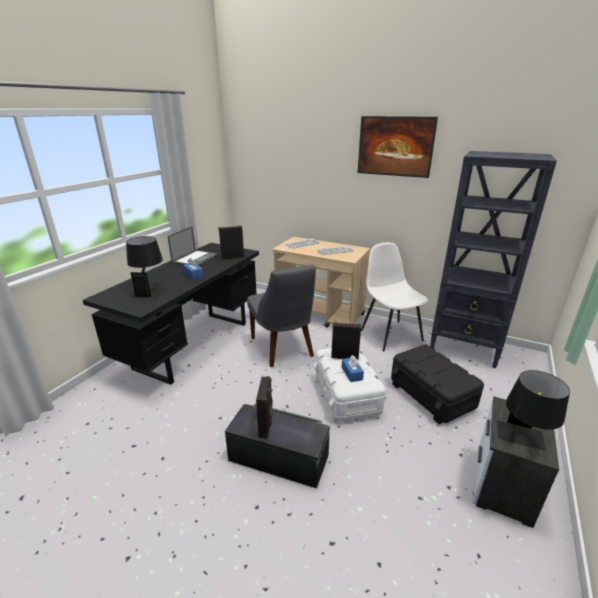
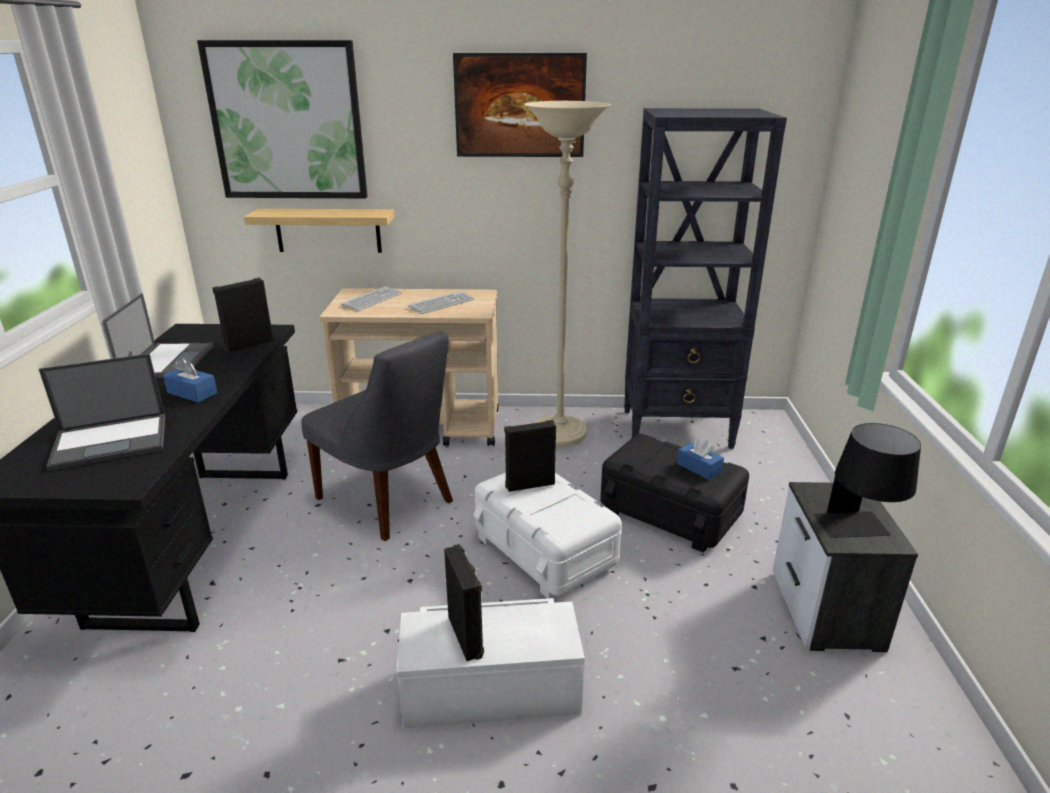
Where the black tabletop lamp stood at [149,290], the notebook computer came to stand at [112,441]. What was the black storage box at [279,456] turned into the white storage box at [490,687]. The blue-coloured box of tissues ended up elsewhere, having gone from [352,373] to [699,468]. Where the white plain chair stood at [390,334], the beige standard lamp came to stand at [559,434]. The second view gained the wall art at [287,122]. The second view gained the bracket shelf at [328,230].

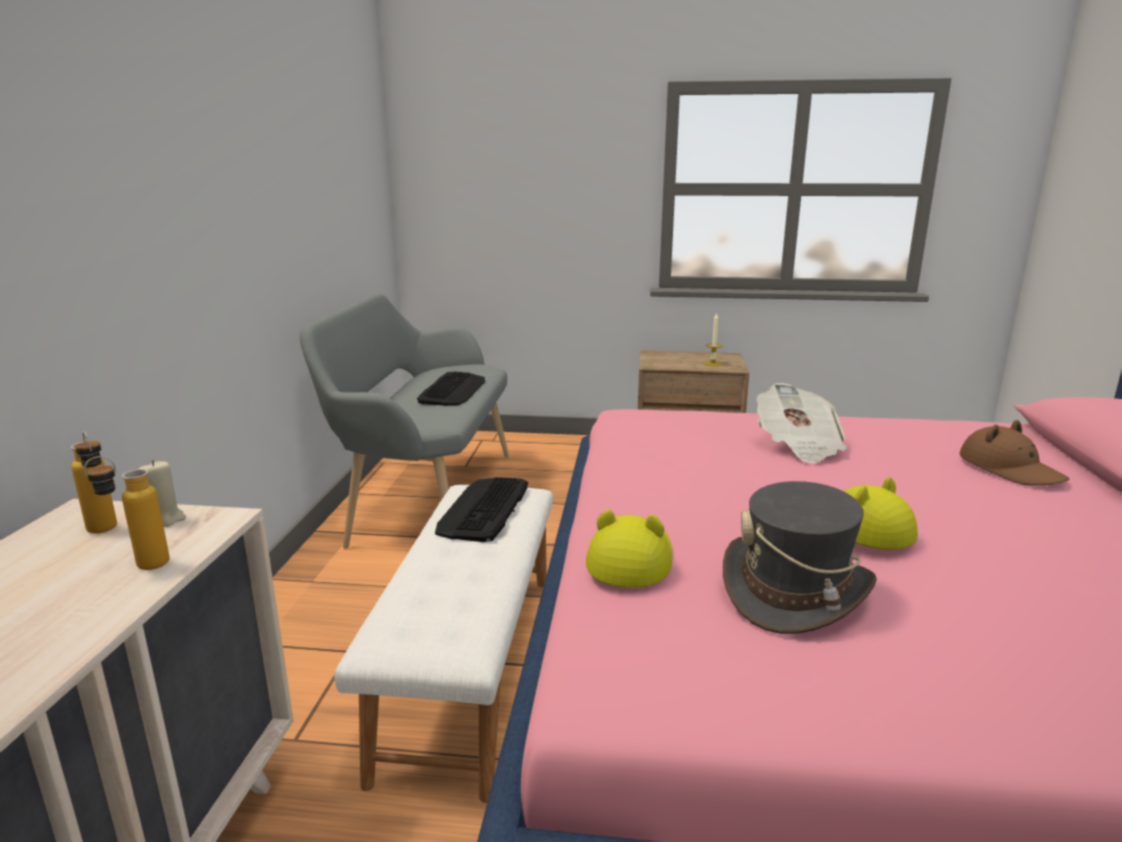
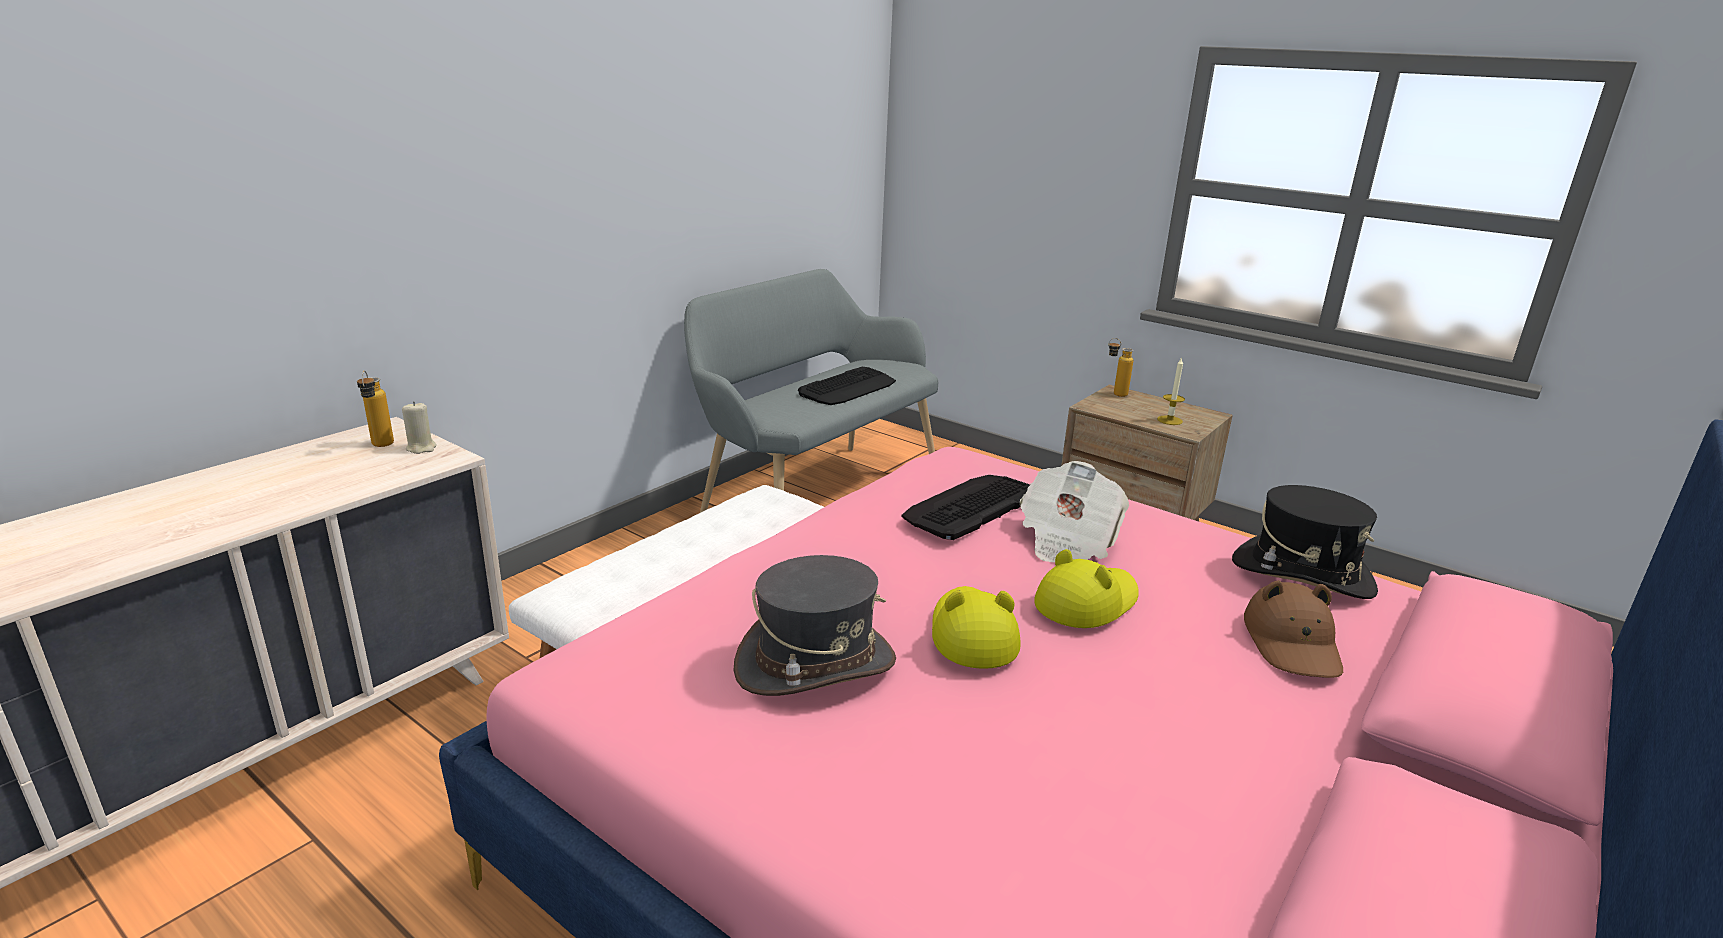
The bottle ended up elsewhere, having gone from [139,566] to [1114,394]. The computer keyboard ended up elsewhere, having gone from [484,509] to [970,507]. The yellow wearable hat ended up elsewhere, having gone from [630,558] to [1086,602]. The second view gained the black wearable hat at [1302,574].

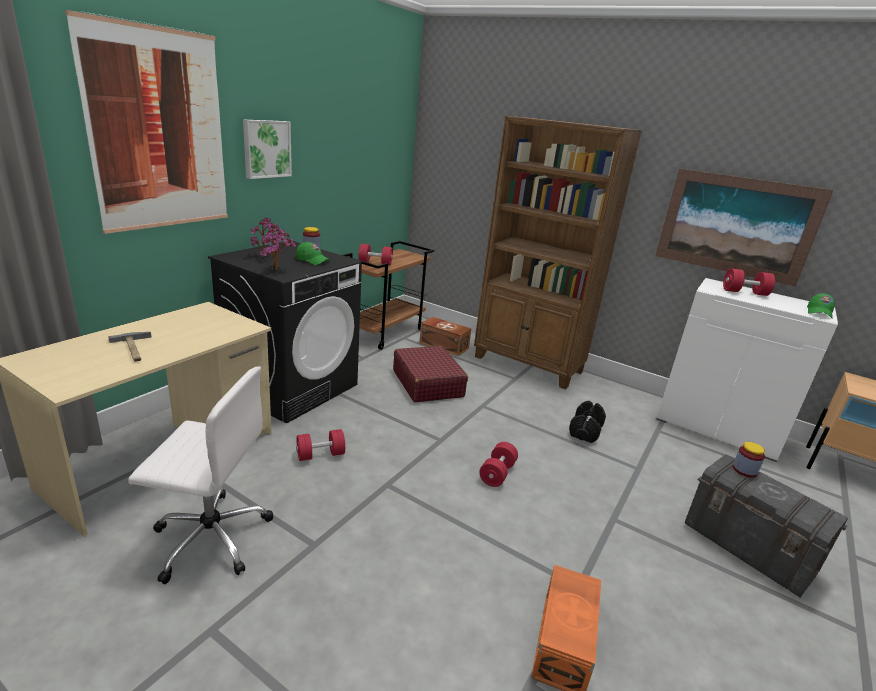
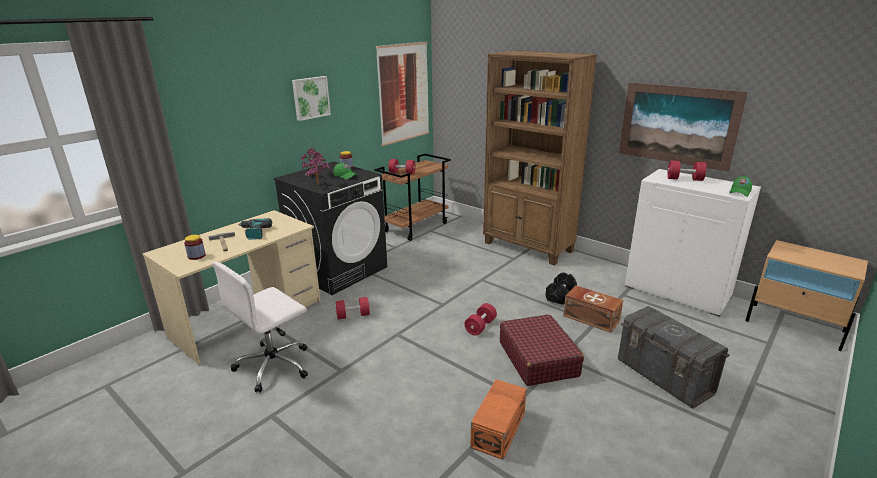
The wall art ended up elsewhere, having gone from [159,130] to [404,92]. The white desk chair at [210,537] ended up facing another way, 120 degrees clockwise from before. The red suitcase ended up elsewhere, having gone from [427,383] to [538,359]. The brown storage box ended up elsewhere, having gone from [443,345] to [590,318]. The preserve jar ended up elsewhere, having gone from [744,470] to [196,256]. The second view gained the electric drill at [254,233].

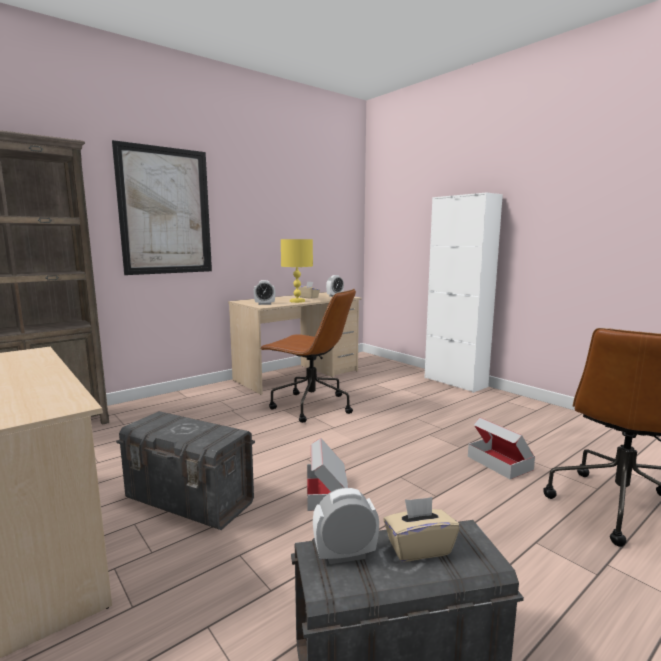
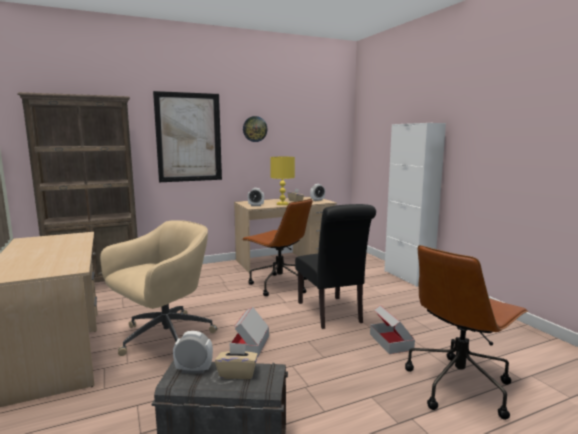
Where the grey storage box stood at [190,501], the beige desk chair came to stand at [163,337]. The second view gained the hanging clock at [254,129]. The second view gained the black plain chair at [331,314].

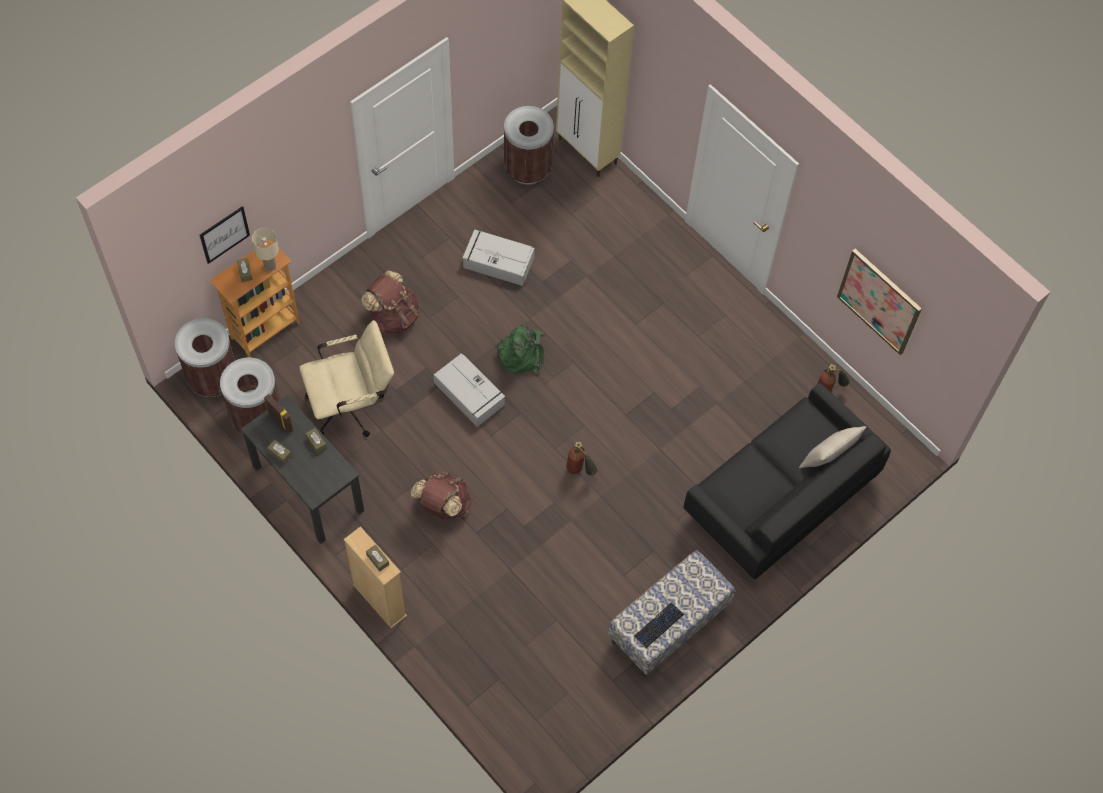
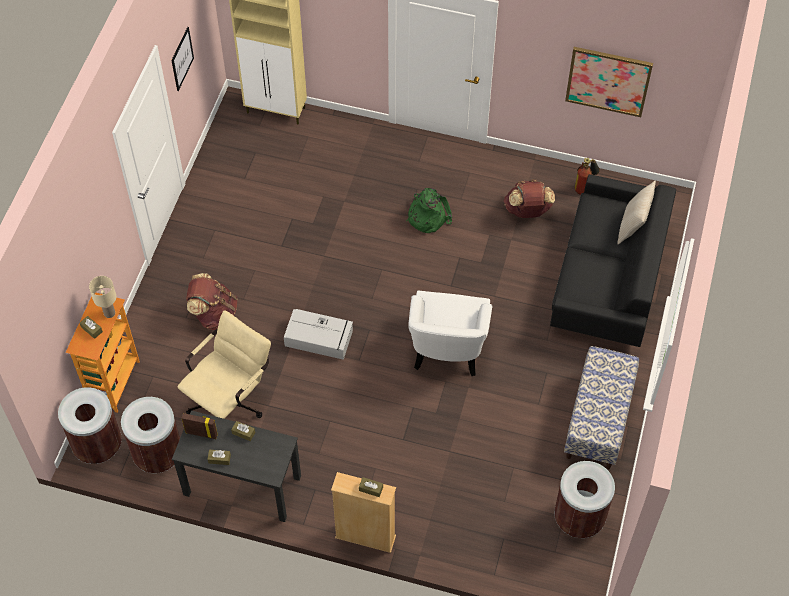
The wall art ended up elsewhere, having gone from [224,234] to [182,59]. The brown rucksack ended up elsewhere, having gone from [443,506] to [527,211]. The second view lost the grey storage box at [497,262]. The green-coloured rucksack ended up elsewhere, having gone from [521,353] to [427,216]. The brown rubbish bin ended up elsewhere, having gone from [527,168] to [579,518]. Where the fire extinguisher stood at [580,471], the white lounge chair came to stand at [447,347]. The second view lost the computer keyboard at [658,626].

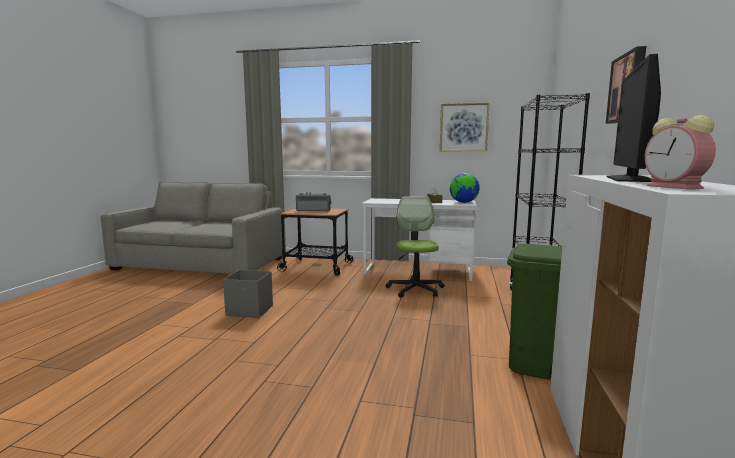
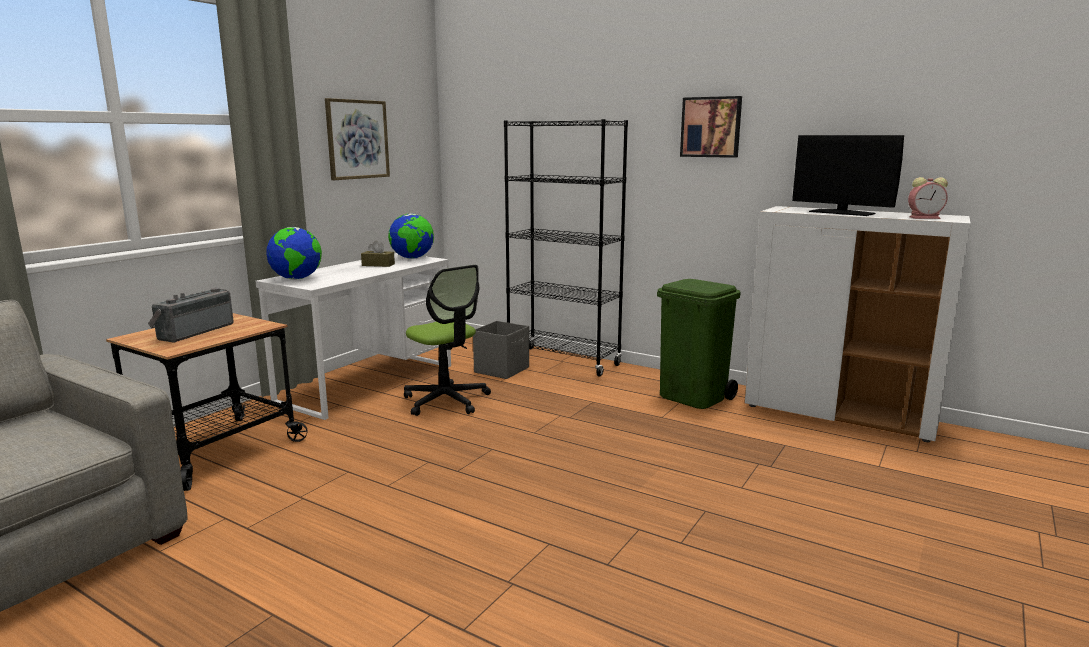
The grey storage box ended up elsewhere, having gone from [250,311] to [502,370]. The desk chair at [415,289] ended up facing another way, 150 degrees counterclockwise from before. The second view gained the desk globe at [297,279].

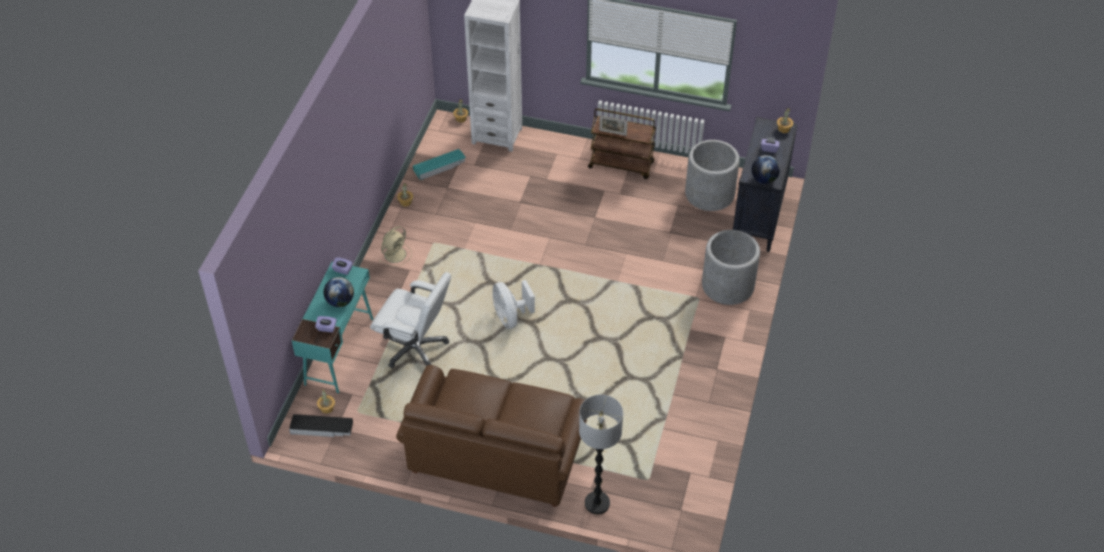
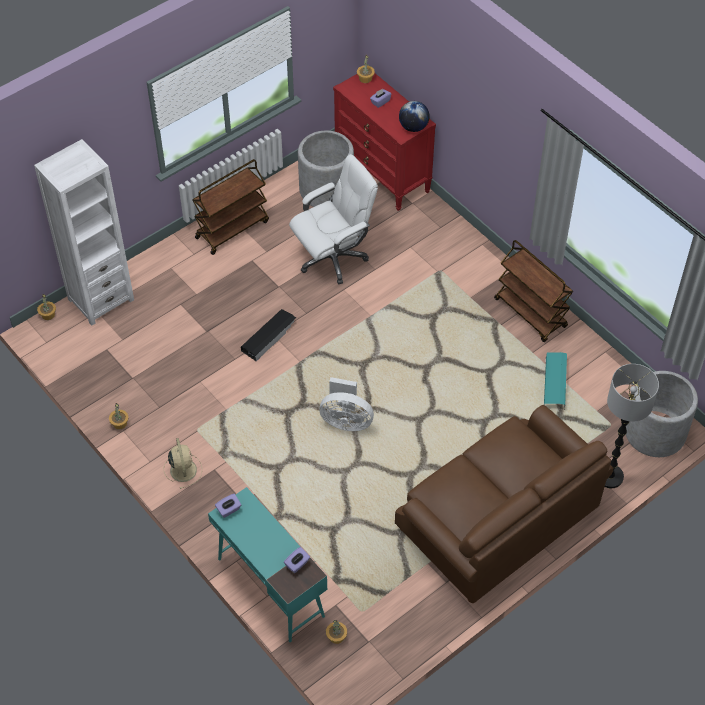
The black storage box ended up elsewhere, having gone from [322,428] to [269,337]. The second view lost the desk globe at [340,302]. The white desk chair ended up elsewhere, having gone from [415,348] to [333,257]. The blue-green storage box ended up elsewhere, having gone from [440,166] to [555,383]. The second view lost the picture frame at [612,133]. The grey plant pot ended up elsewhere, having gone from [728,285] to [655,432]. What was the black chest of drawers at [758,216] turned into the red chest of drawers at [383,173]. The second view gained the brown wheeled cart at [531,313].

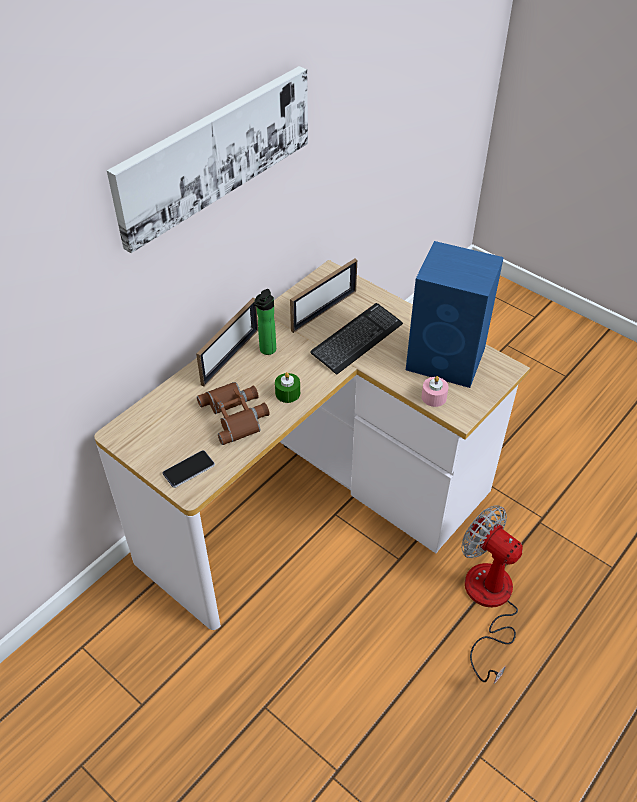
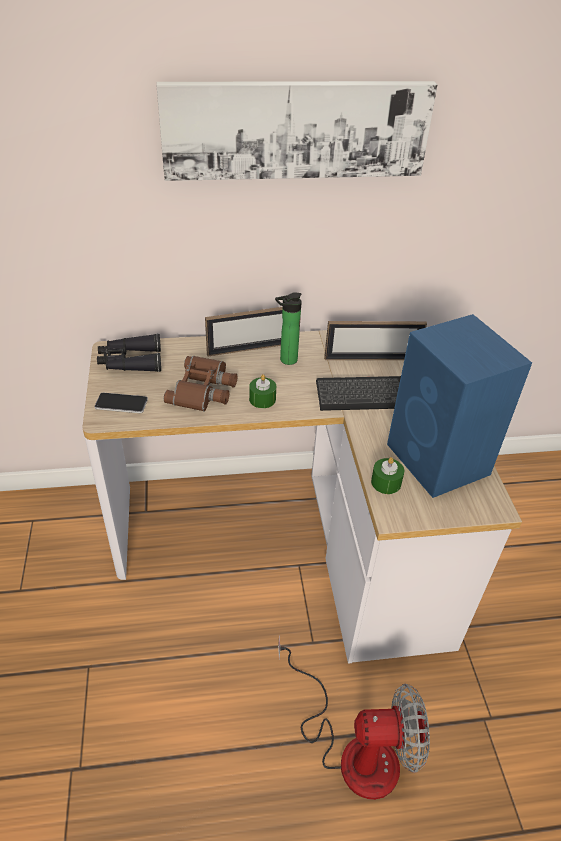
What was the pinkish wax light at [434,397] turned into the green-coloured wax light at [386,482]. The fan at [488,602] ended up facing another way, 90 degrees clockwise from before. The second view gained the black field glasses at [130,361].

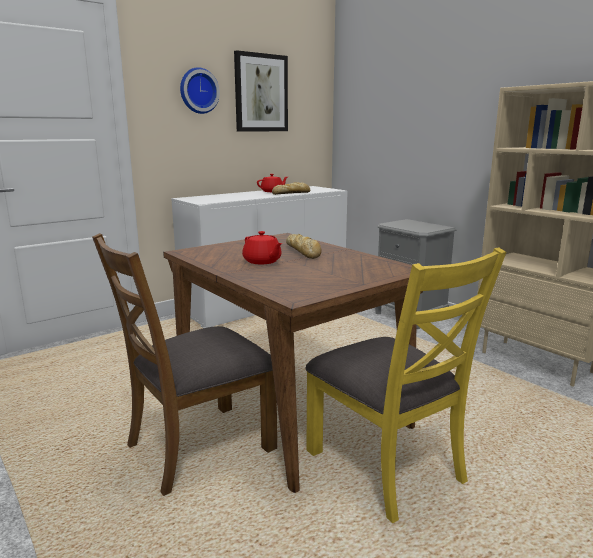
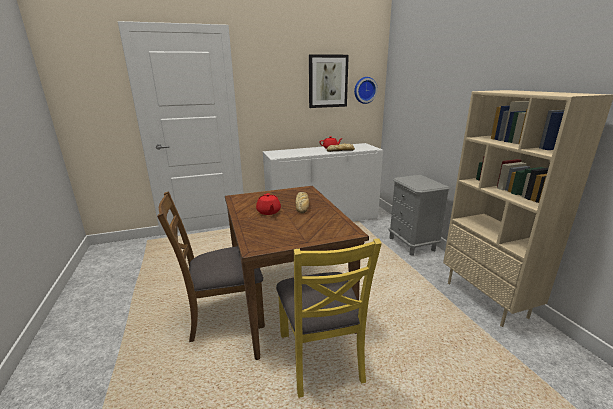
The hanging clock ended up elsewhere, having gone from [198,91] to [364,90].

